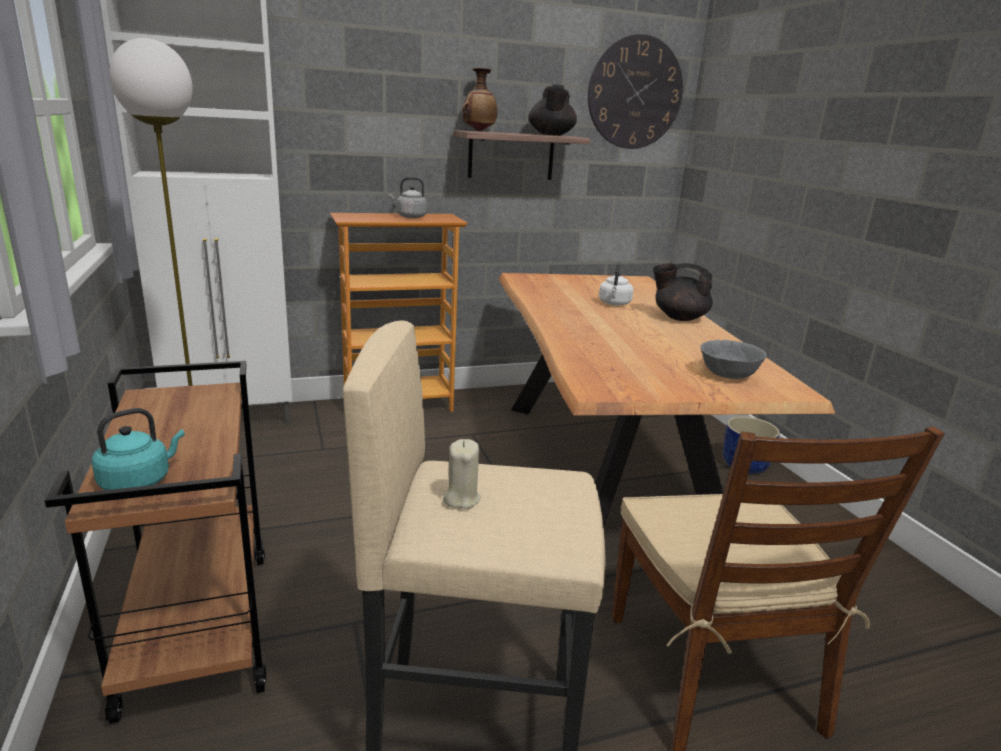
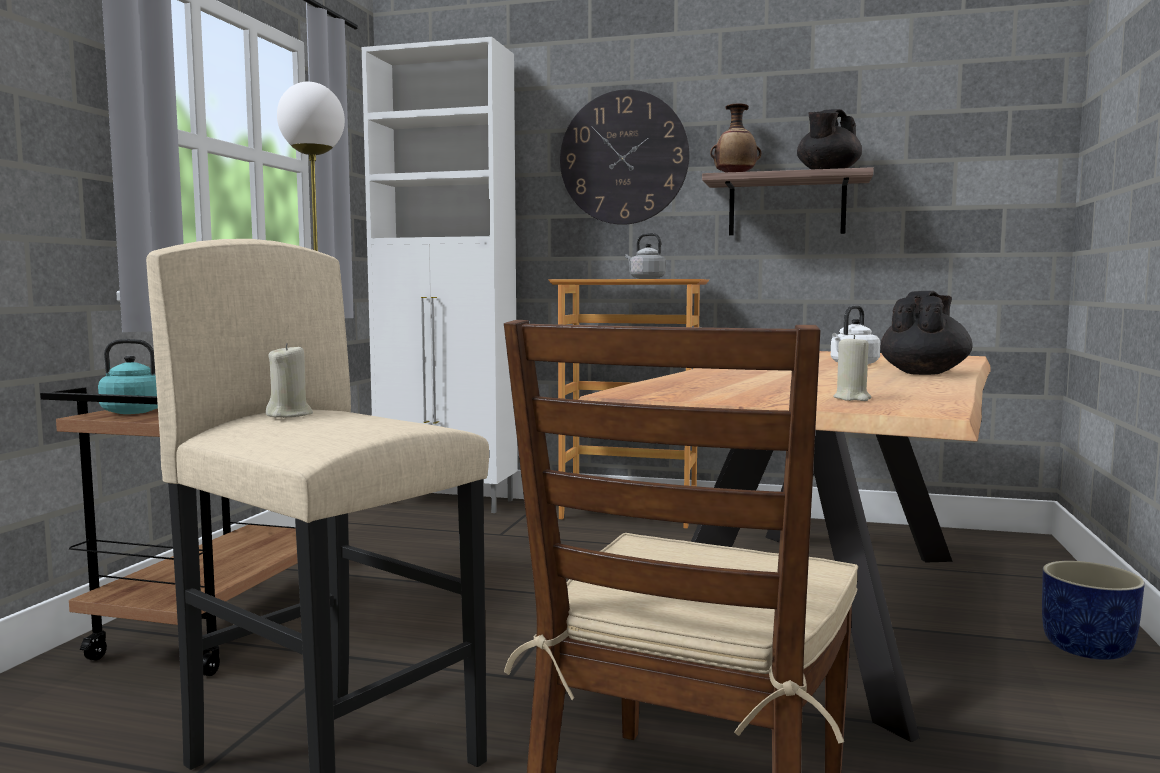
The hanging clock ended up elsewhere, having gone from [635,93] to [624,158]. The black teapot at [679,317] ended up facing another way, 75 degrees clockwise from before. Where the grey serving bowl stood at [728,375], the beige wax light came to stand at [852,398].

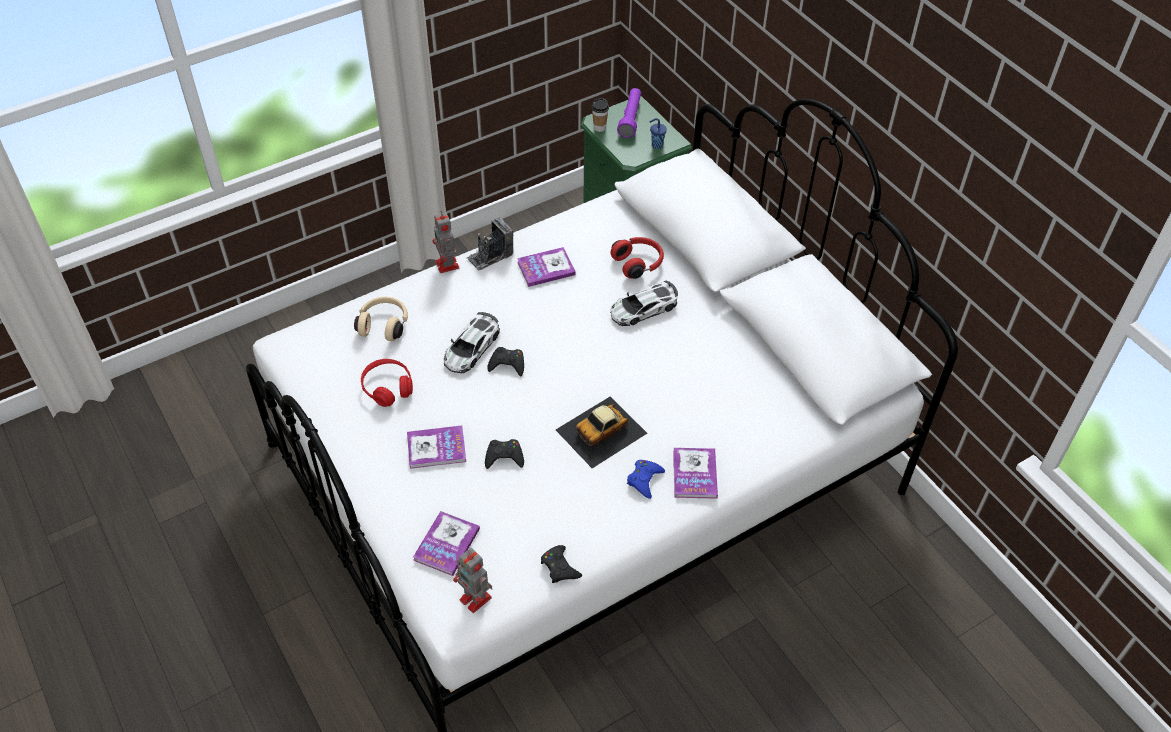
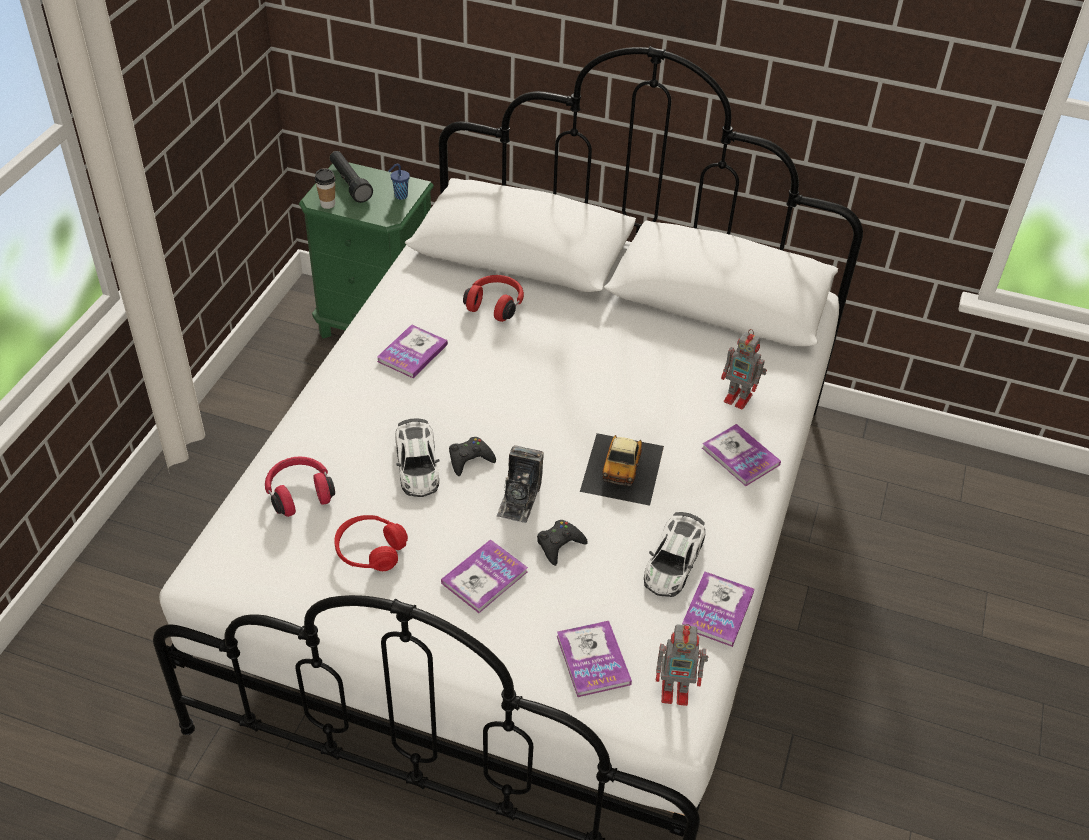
What was the beige headphones at [384,324] turned into the red headphones at [299,493]. The toy robot ended up elsewhere, having gone from [447,266] to [739,398]. The still camera ended up elsewhere, having gone from [490,256] to [519,499]. Where the black game controller stood at [559,567], the volume came to stand at [717,610]. The miniature car ended up elsewhere, having gone from [643,309] to [673,561]. What was the purple-coloured torch at [630,118] turned into the black torch at [349,183]. The second view lost the blue-coloured game controller at [644,480].

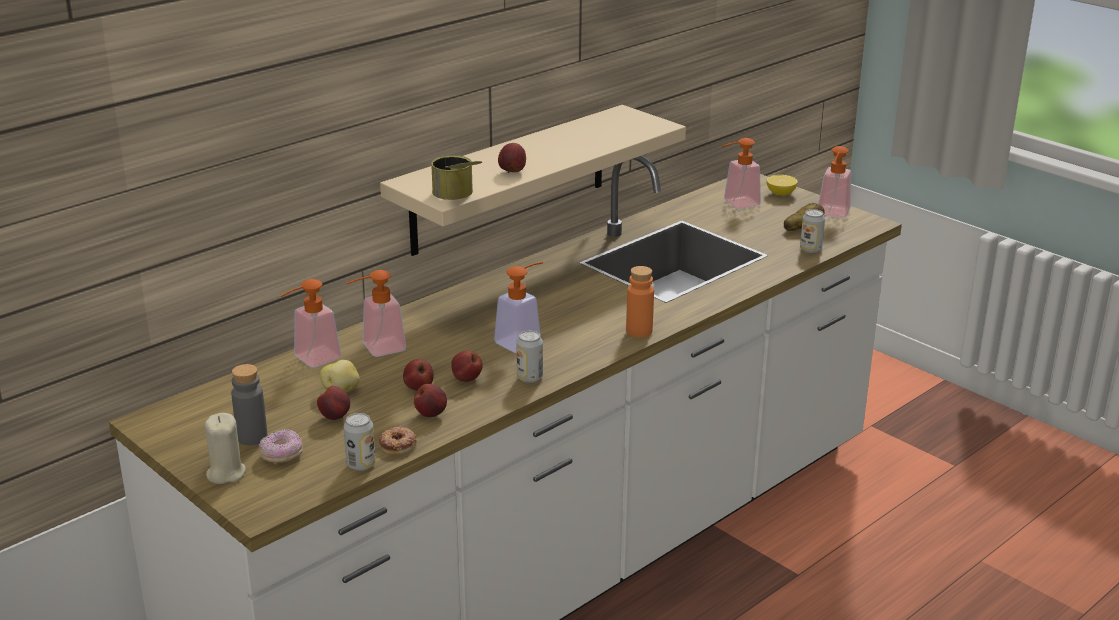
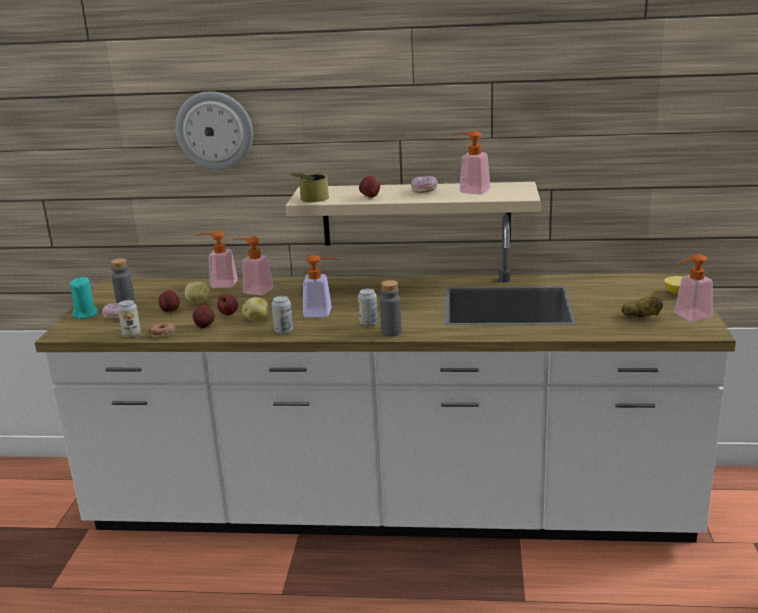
What was the beige wax light at [225,473] turned into the blue-green wax light at [86,314]. Where the whole apple stood at [466,379], the potato came to stand at [256,319]. What was the orange bottle at [639,331] turned into the grey bottle at [391,332]. The soap dispenser ended up elsewhere, having gone from [736,204] to [469,190]. The can ended up elsewhere, having gone from [810,249] to [368,323]. The second view gained the hanging clock at [215,130]. The second view gained the doughnut at [424,190].

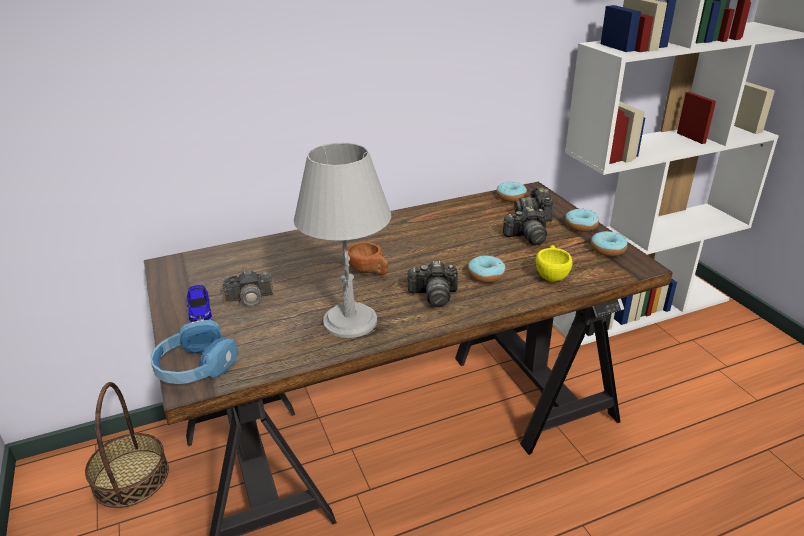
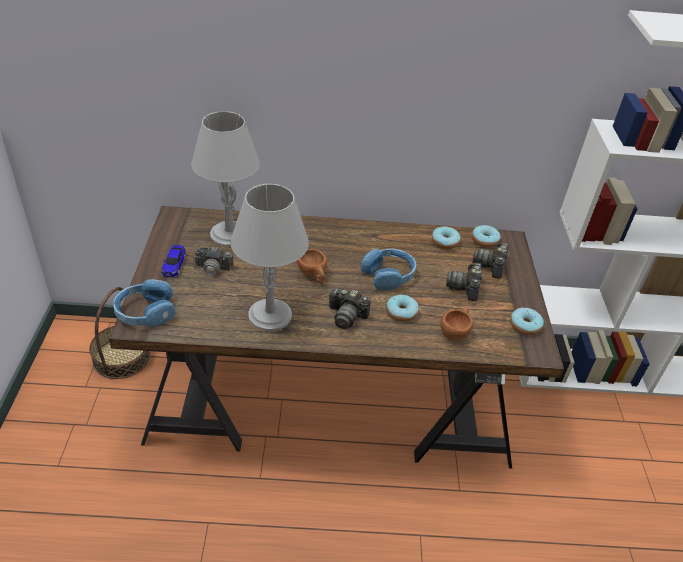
The still camera at [527,237] ended up facing another way, 90 degrees clockwise from before. What was the yellow drinking cup at [551,274] turned into the brown drinking cup at [455,332]. The doughnut ended up elsewhere, having gone from [581,226] to [445,242]. The second view gained the grey tabletop lamp at [230,234]. The second view gained the blue-coloured headphones at [388,275].

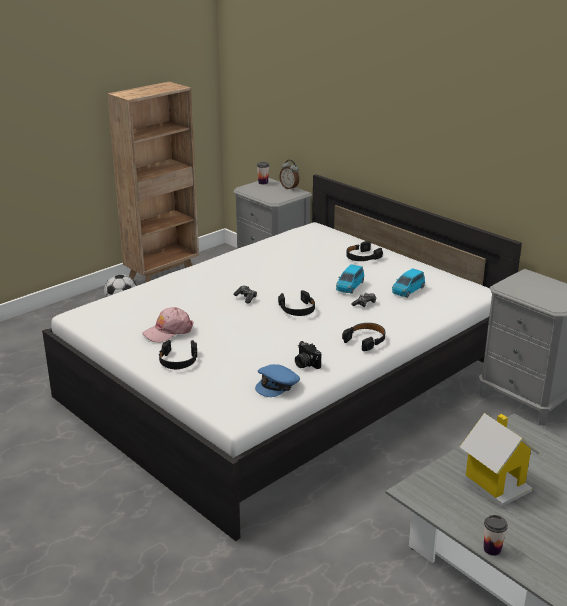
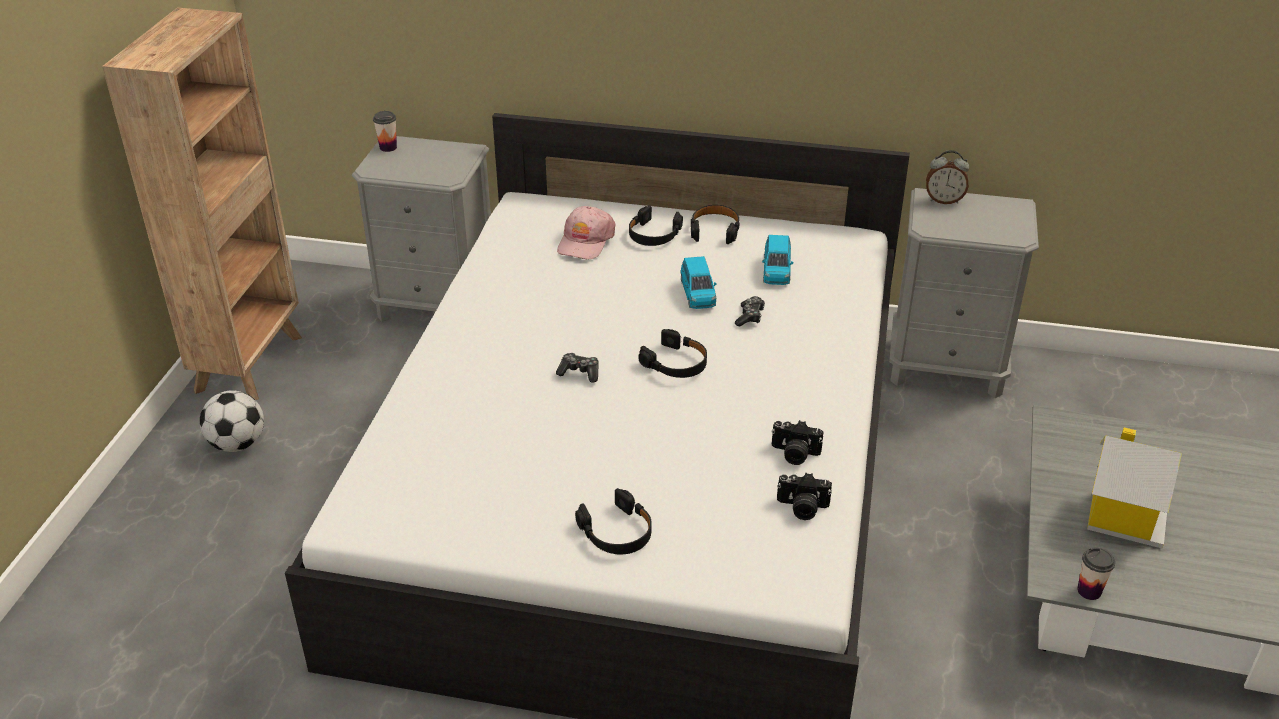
The pinkish peaked cap ended up elsewhere, having gone from [168,331] to [585,241]. Where the blue-coloured peaked cap stood at [277,385], the still camera came to stand at [802,508]. The alarm clock ended up elsewhere, having gone from [289,188] to [944,200]. The black headphones ended up elsewhere, having gone from [365,340] to [715,230]. The drinking cup ended up elsewhere, having gone from [492,549] to [1089,591].

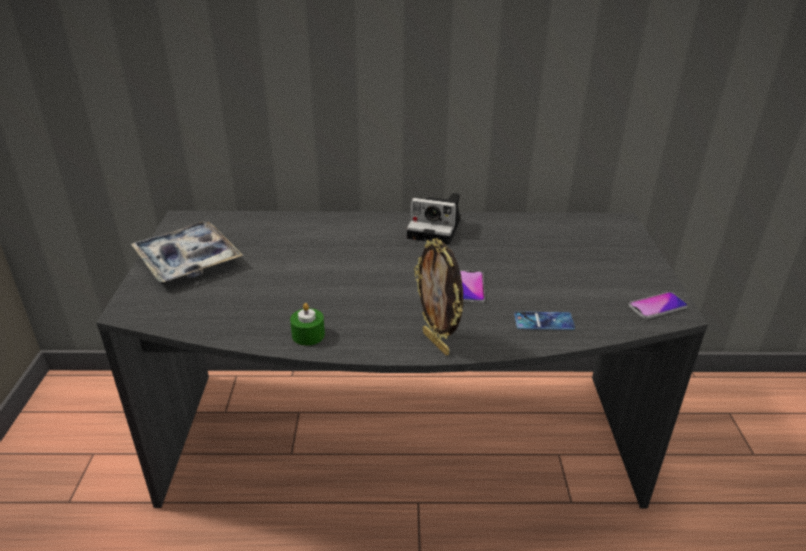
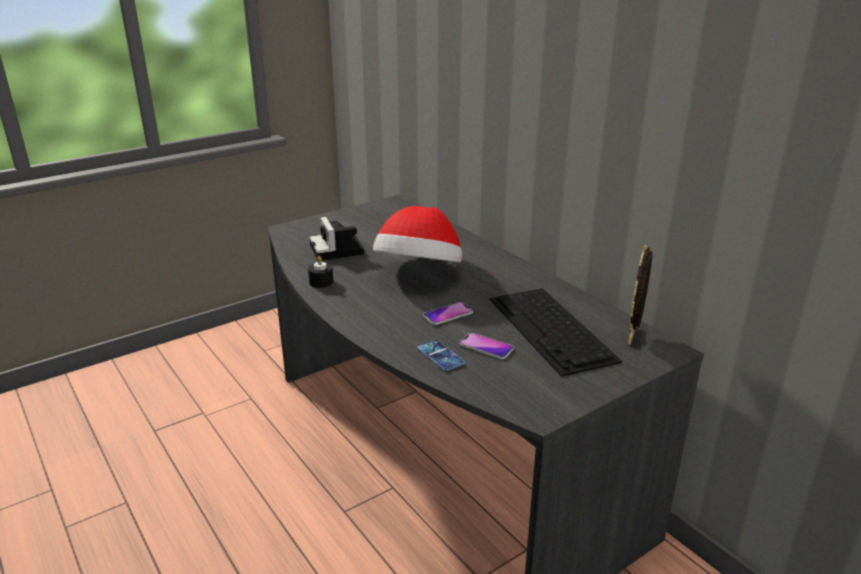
The second view lost the carrying tray at [188,260]. What was the green-coloured wax light at [308,335] turned into the black wax light at [321,282]. The still camera ended up elsewhere, having gone from [436,228] to [338,251]. The picture frame ended up elsewhere, having gone from [437,343] to [633,336]. The phone ended up elsewhere, having gone from [657,306] to [486,347]. The second view gained the wearable hat at [419,273]. The second view gained the computer keyboard at [552,329].

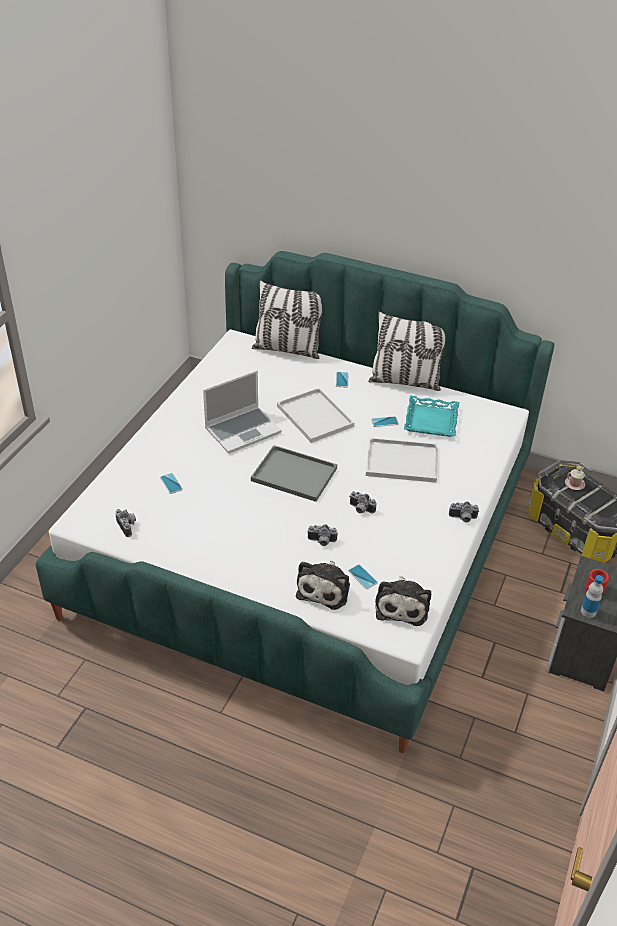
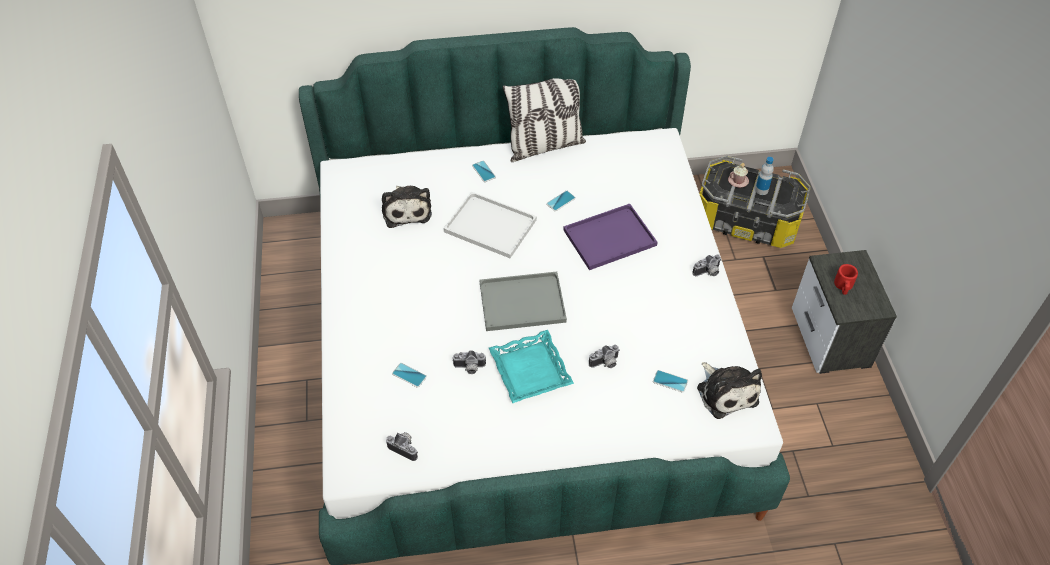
The second view lost the notebook computer at [243,430]. The second view lost the pillow at [287,349]. The cuddly toy ended up elsewhere, having gone from [325,588] to [406,210]. The still camera ended up elsewhere, having gone from [360,509] to [469,368]. What was the white carrying tray at [400,462] turned into the purple-coloured carrying tray at [608,239]. The blue-green carrying tray ended up elsewhere, having gone from [430,420] to [529,370]. The bottle ended up elsewhere, having gone from [588,611] to [761,190].

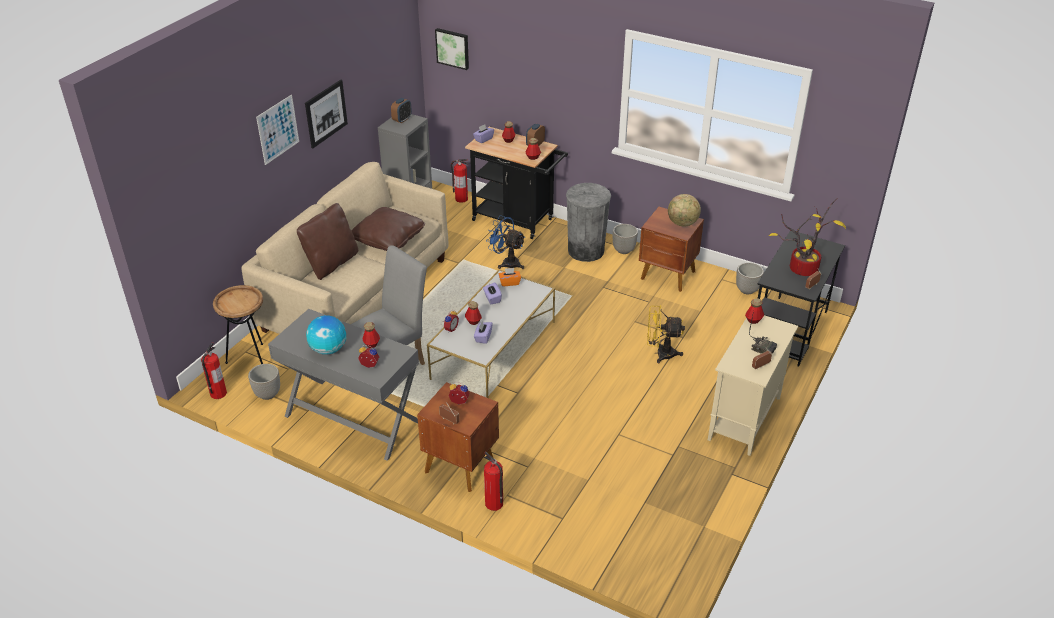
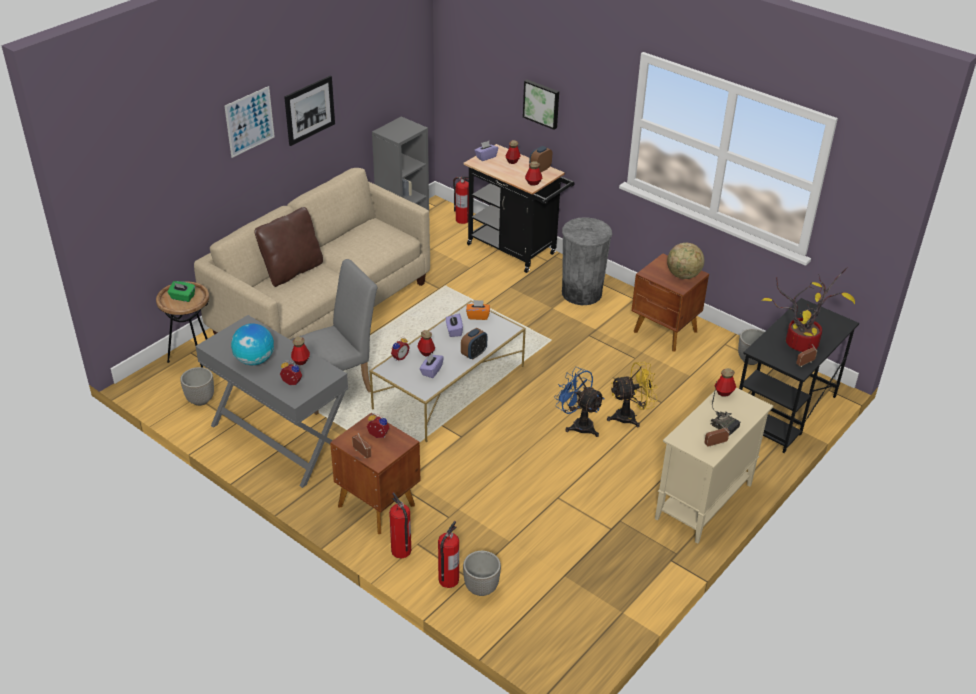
The fire extinguisher ended up elsewhere, having gone from [218,393] to [448,580]. The second view lost the brown pillow at [388,239]. The alarm clock ended up elsewhere, having gone from [402,120] to [474,354]. The wall art ended up elsewhere, having gone from [453,48] to [542,103]. The blue-coloured fan ended up elsewhere, having gone from [507,262] to [578,424]. The plant pot ended up elsewhere, having gone from [623,250] to [481,588]. The yellow fan at [660,353] ended up facing another way, 150 degrees clockwise from before. The second view gained the green-coloured box of tissues at [182,297].

